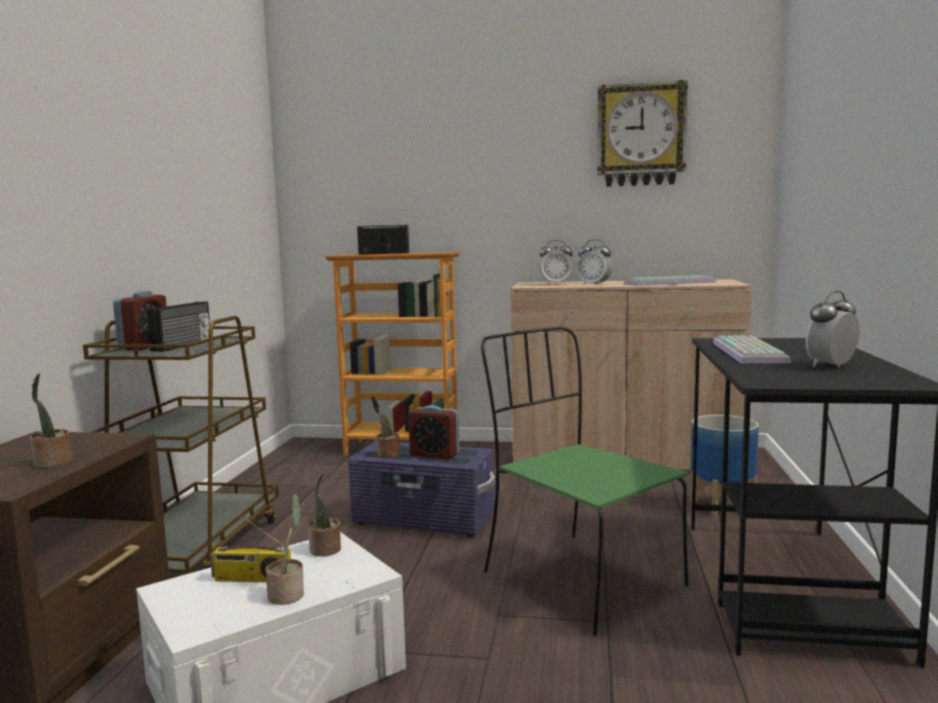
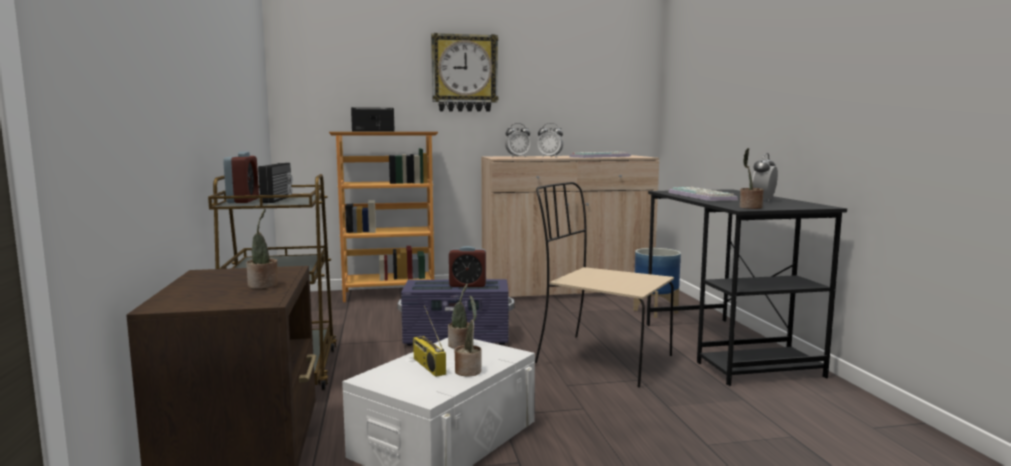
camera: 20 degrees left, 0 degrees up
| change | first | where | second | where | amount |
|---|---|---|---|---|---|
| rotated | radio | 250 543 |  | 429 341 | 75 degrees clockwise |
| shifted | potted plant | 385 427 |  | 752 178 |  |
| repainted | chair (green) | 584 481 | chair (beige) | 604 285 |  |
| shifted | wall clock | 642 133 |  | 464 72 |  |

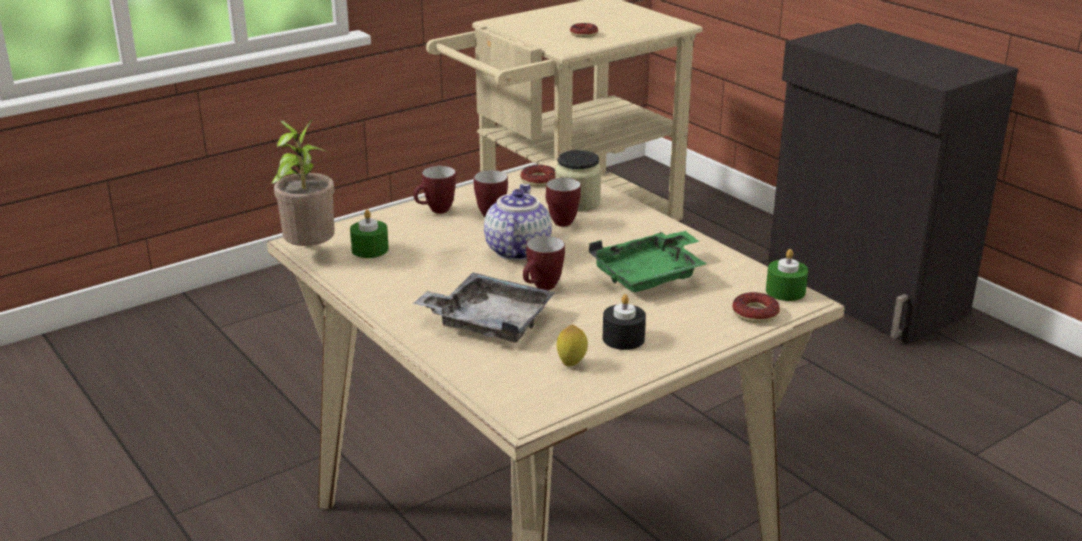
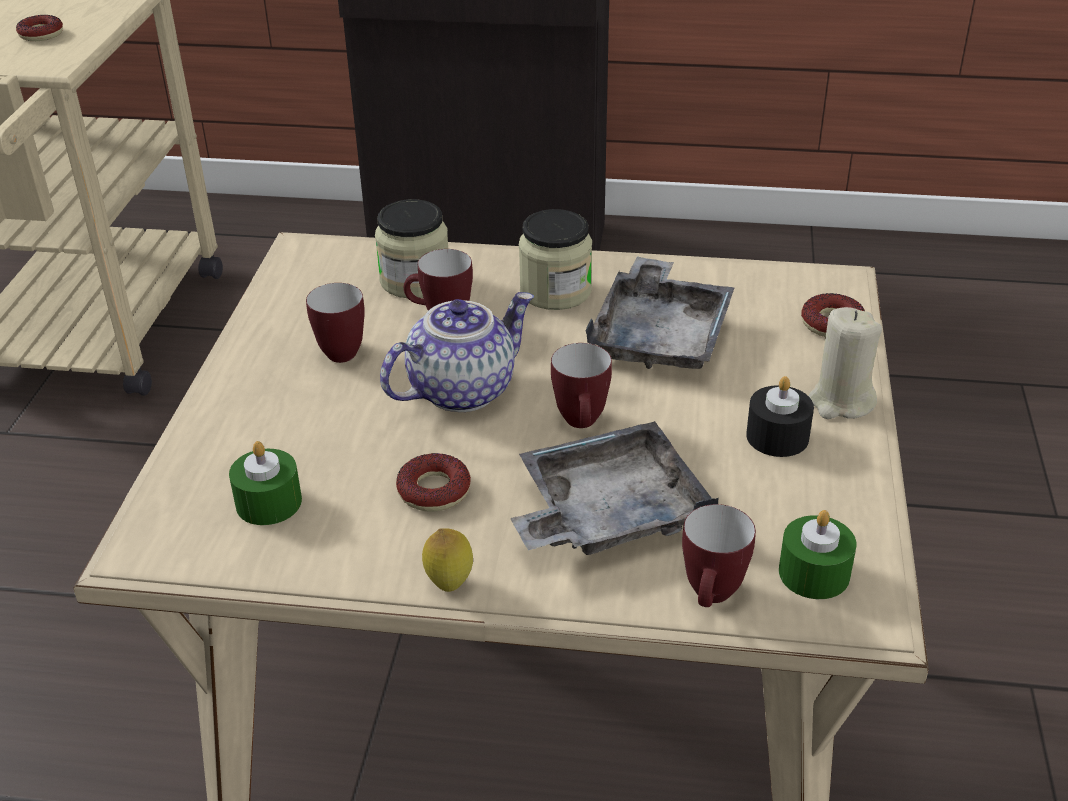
camera: 45 degrees left, 10 degrees up
| change | first | where | second | where | amount |
|---|---|---|---|---|---|
| gone | potted plant | 303 182 |  |  |  |
| shifted | mug | 434 190 |  | 719 555 |  |
| rotated | teapot | 518 222 |  | 457 352 | 90 degrees clockwise |
| shifted | donut | 537 176 |  | 433 482 |  |
| shifted | lemon | 572 345 |  | 447 560 |  |
| repainted | tray (green) | 648 261 | tray (grey) | 659 312 |  |
| shifted | candle (green) | 787 275 |  | 817 554 |  |
| new |  |  | jar | 555 259 |  |
| new |  |  | candle (beige) | 845 363 |  |

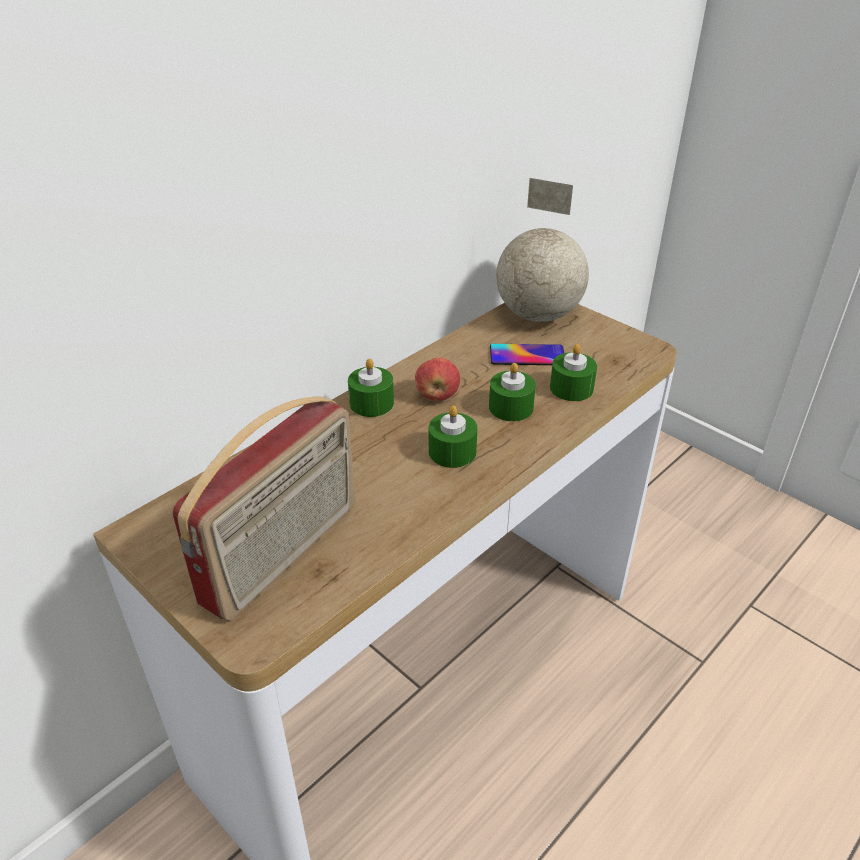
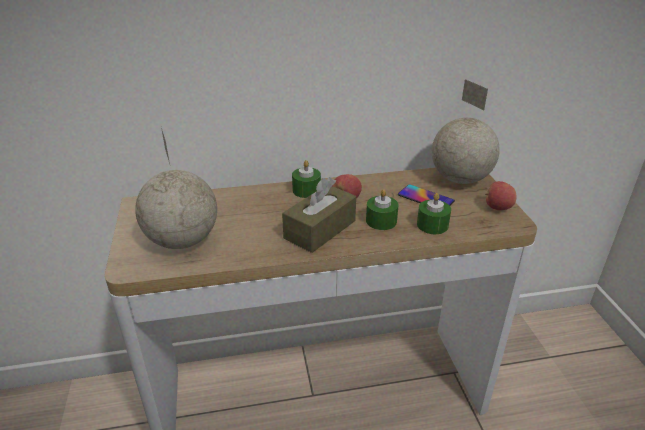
camera: 35 degrees right, 5 degrees down
| change | first | where | second | where | amount |
|---|---|---|---|---|---|
| swapped | radio | 264 509 | globe | 176 188 |  |
| swapped | candle (green) | 453 436 | tissue box (brown) | 319 215 |  |
| new |  |  | apple | 501 195 |  |

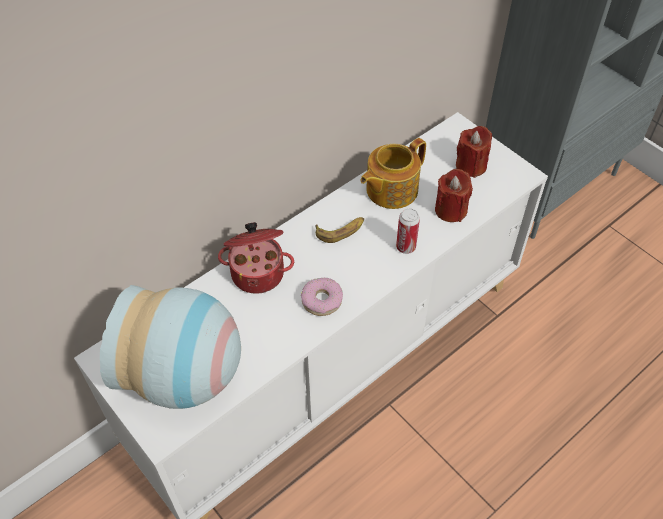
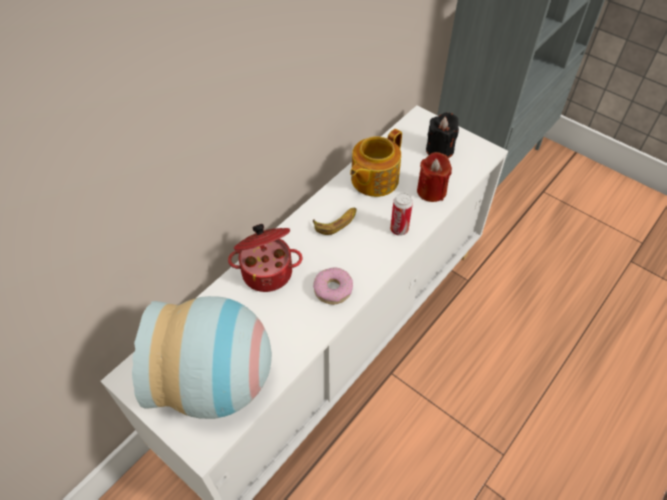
camera: 10 degrees left, 0 degrees up
| change | first | where | second | where | amount |
|---|---|---|---|---|---|
| repainted | candle (red) | 474 152 | candle (black) | 442 135 |  |

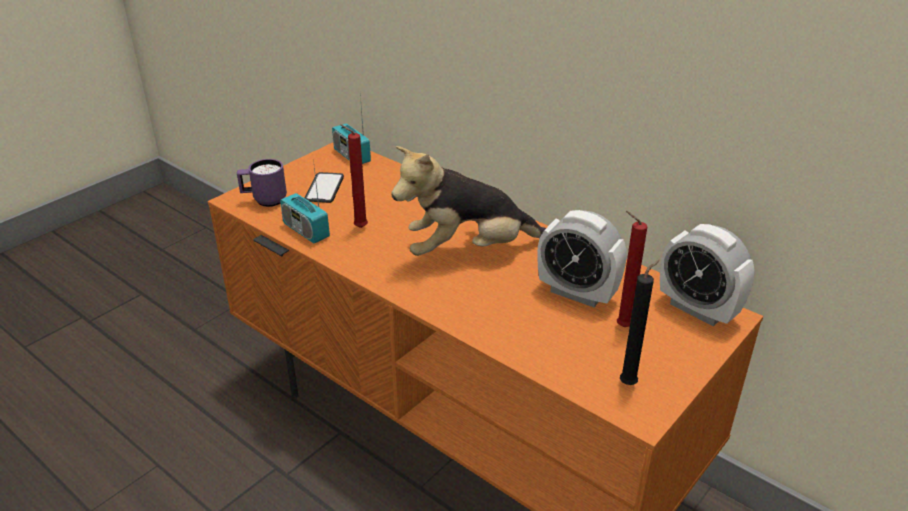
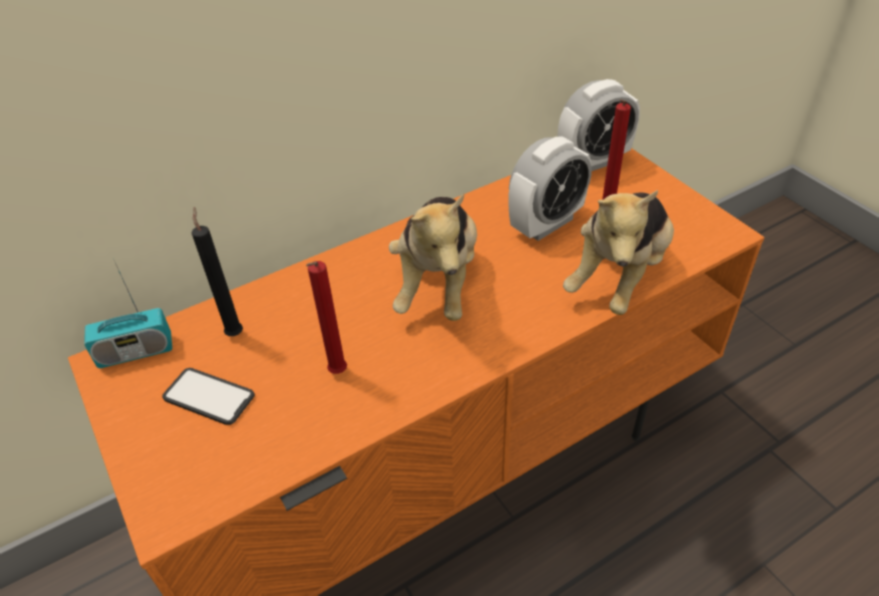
camera: 70 degrees left, 10 degrees up
| change | first | where | second | where | amount |
|---|---|---|---|---|---|
| gone | mug (purple) | 262 183 |  |  |  |
| gone | radio | 305 201 |  |  |  |
| shifted | candle (black) | 640 322 |  | 217 271 |  |
| new |  |  | plush toy | 618 252 |  |

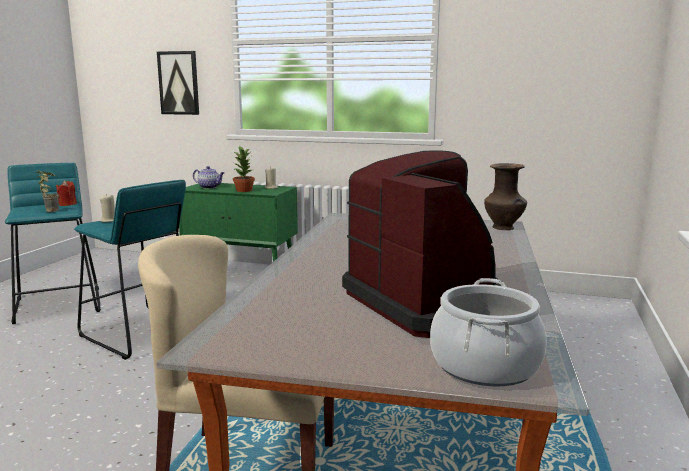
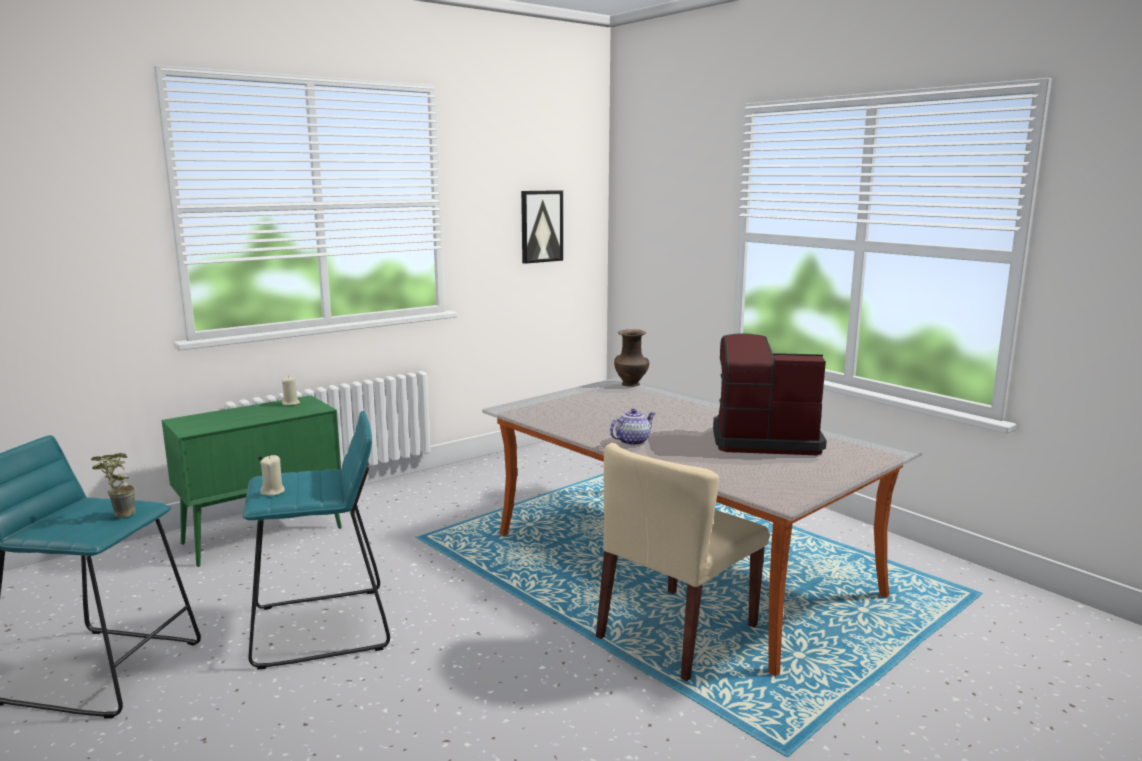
camera: 55 degrees left, 0 degrees up
| change | first | where | second | where | amount |
|---|---|---|---|---|---|
| gone | candle (red) | 66 193 |  |  |  |
| shifted | picture | 178 83 |  | 542 227 |  |
| shifted | teapot | 208 177 |  | 632 427 |  |
| gone | potted plant | 244 169 |  |  |  |
| gone | cooking pot | 488 332 |  |  |  |

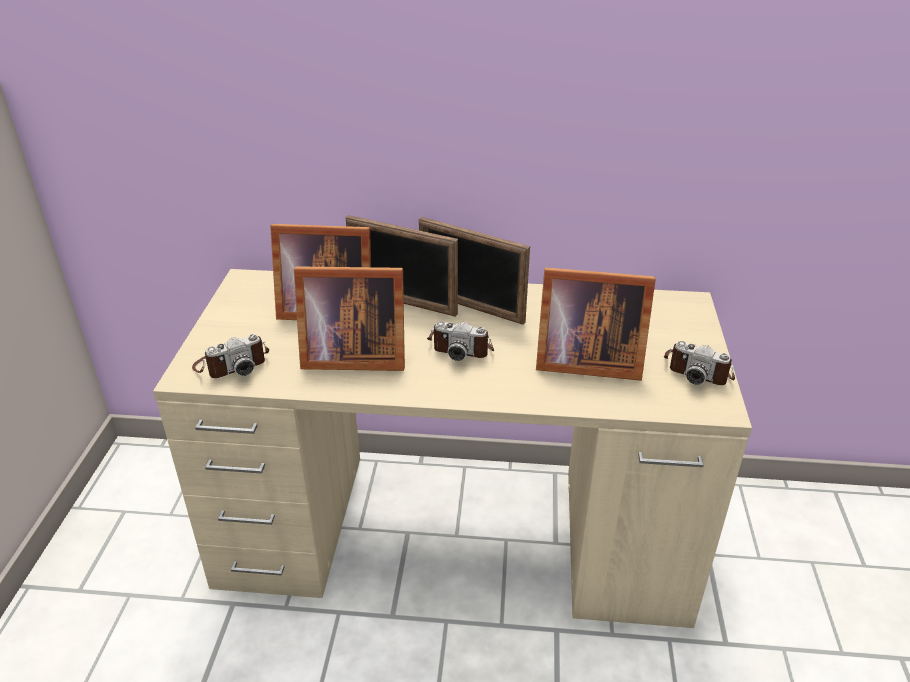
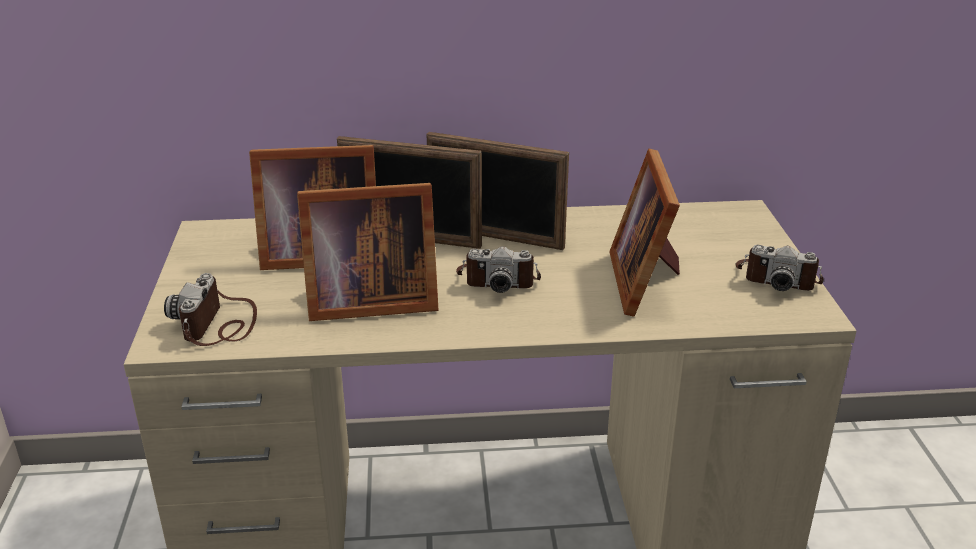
camera: 10 degrees left, 5 degrees down
| change | first | where | second | where | amount |
|---|---|---|---|---|---|
| rotated | photo camera | 230 356 |  | 210 309 | 135 degrees clockwise |
| rotated | picture frame | 596 324 |  | 644 233 | 90 degrees clockwise |

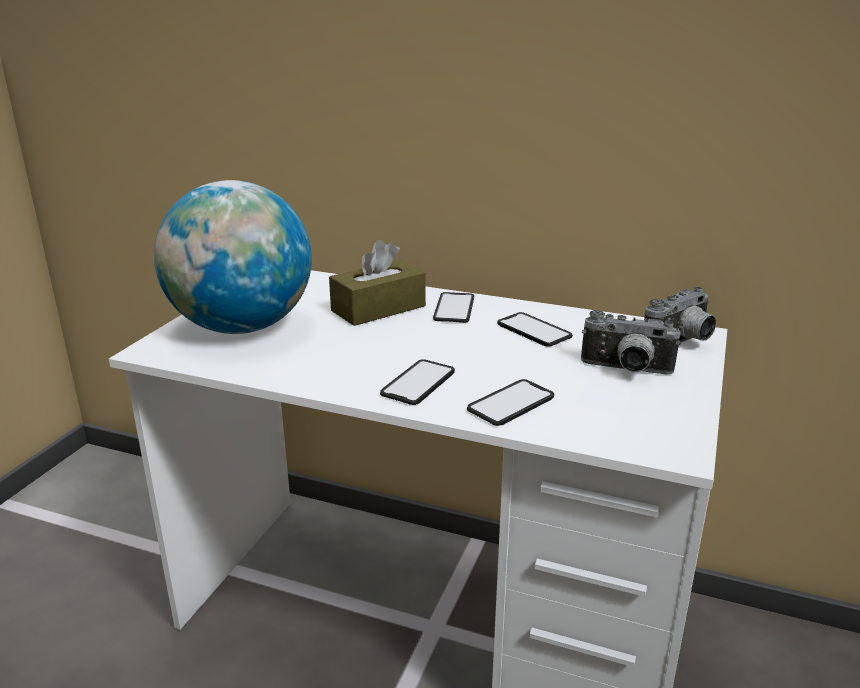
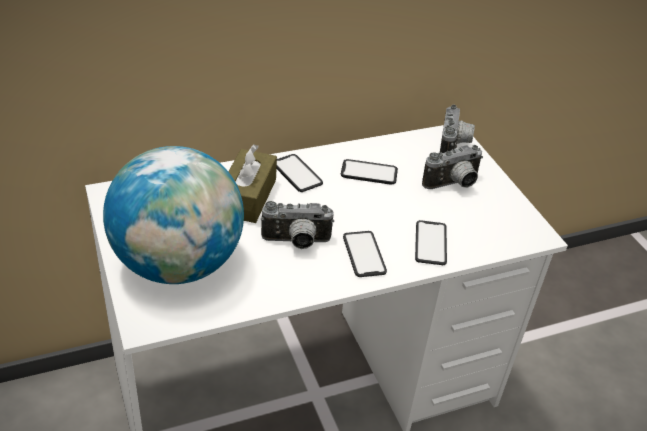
camera: 45 degrees left, 15 degrees up
| change | first | where | second | where | amount |
|---|---|---|---|---|---|
| new |  |  | photo camera | 297 225 |  |

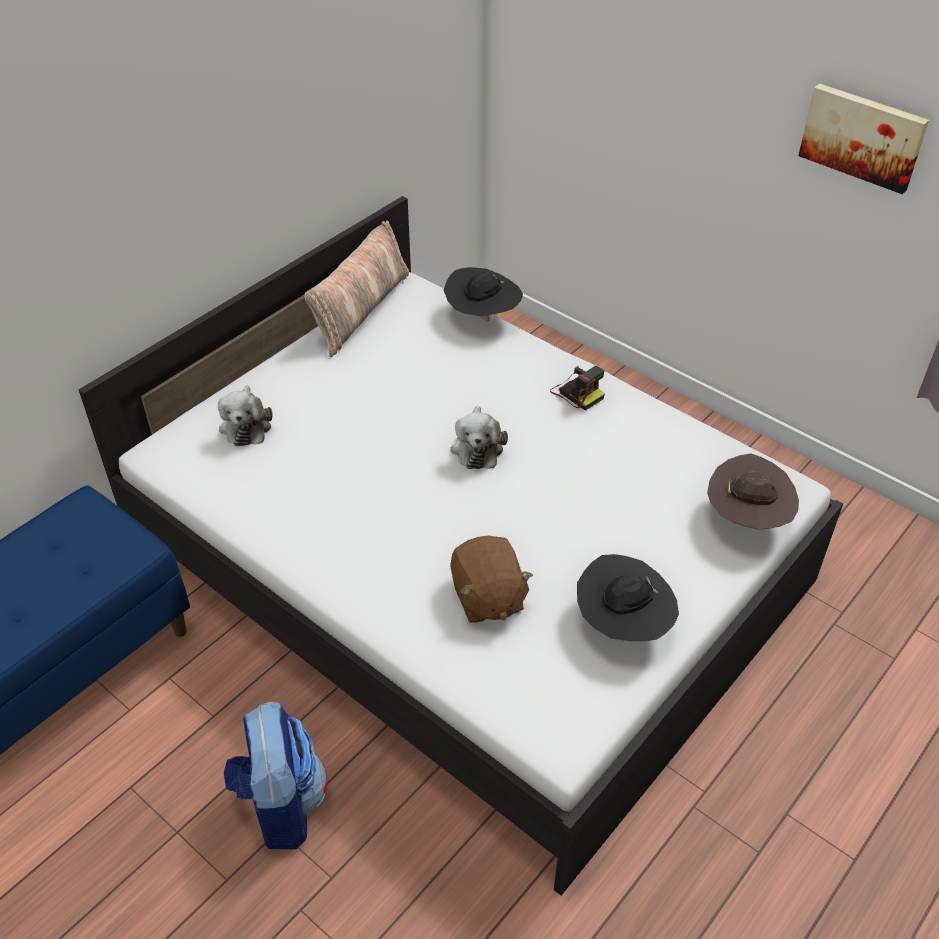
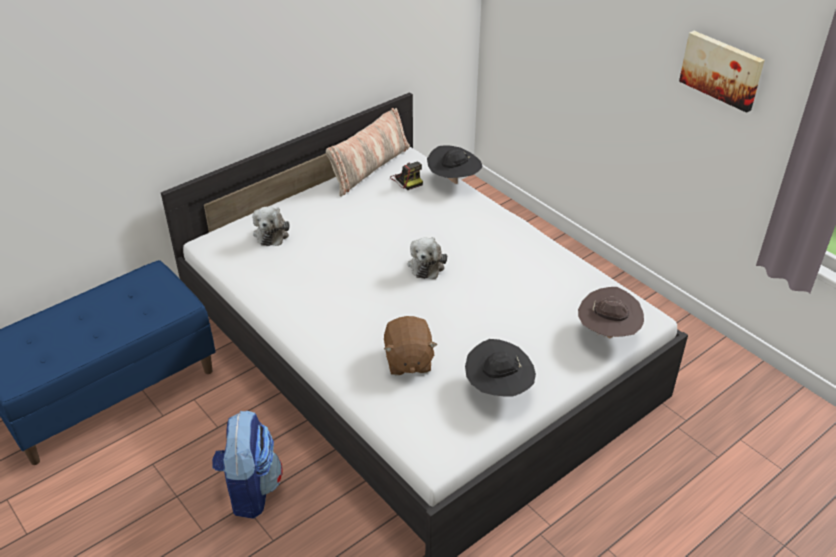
camera: 10 degrees right, 5 degrees down
| change | first | where | second | where | amount |
|---|---|---|---|---|---|
| shifted | photo camera | 577 388 |  | 406 175 |  |

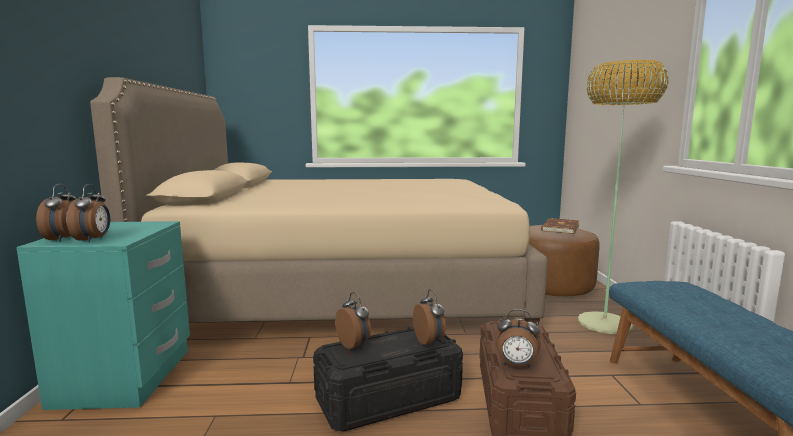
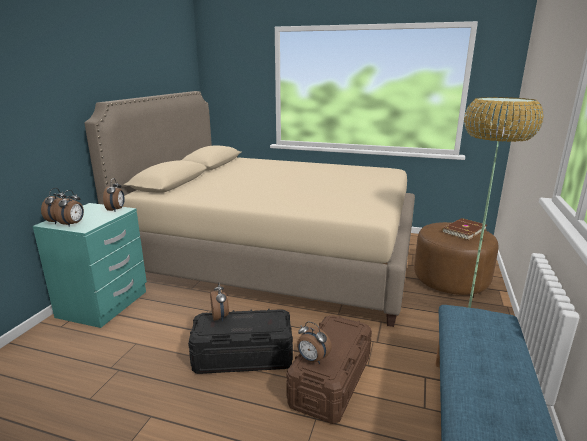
camera: 20 degrees right, 10 degrees up
| change | first | where | second | where | amount |
|---|---|---|---|---|---|
| shifted | alarm clock | 429 317 |  | 114 194 |  |

